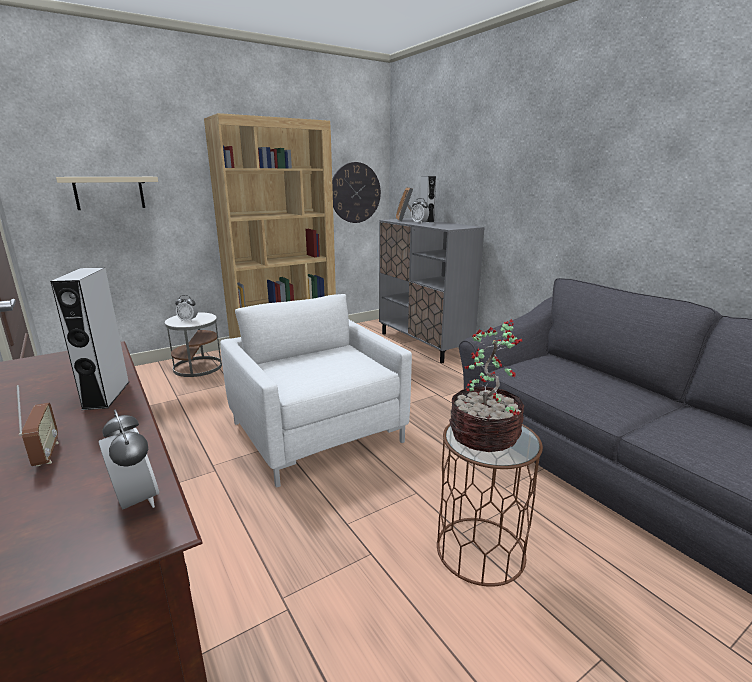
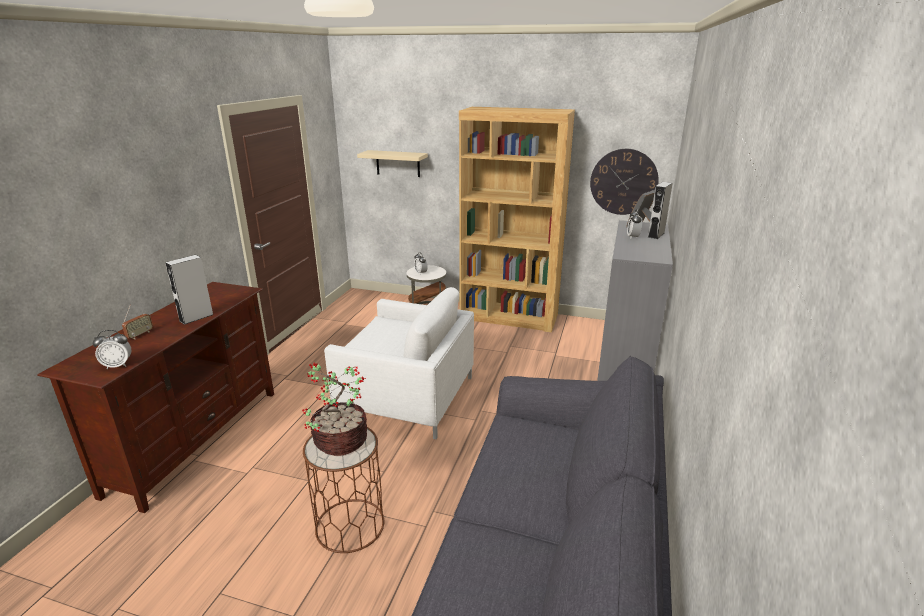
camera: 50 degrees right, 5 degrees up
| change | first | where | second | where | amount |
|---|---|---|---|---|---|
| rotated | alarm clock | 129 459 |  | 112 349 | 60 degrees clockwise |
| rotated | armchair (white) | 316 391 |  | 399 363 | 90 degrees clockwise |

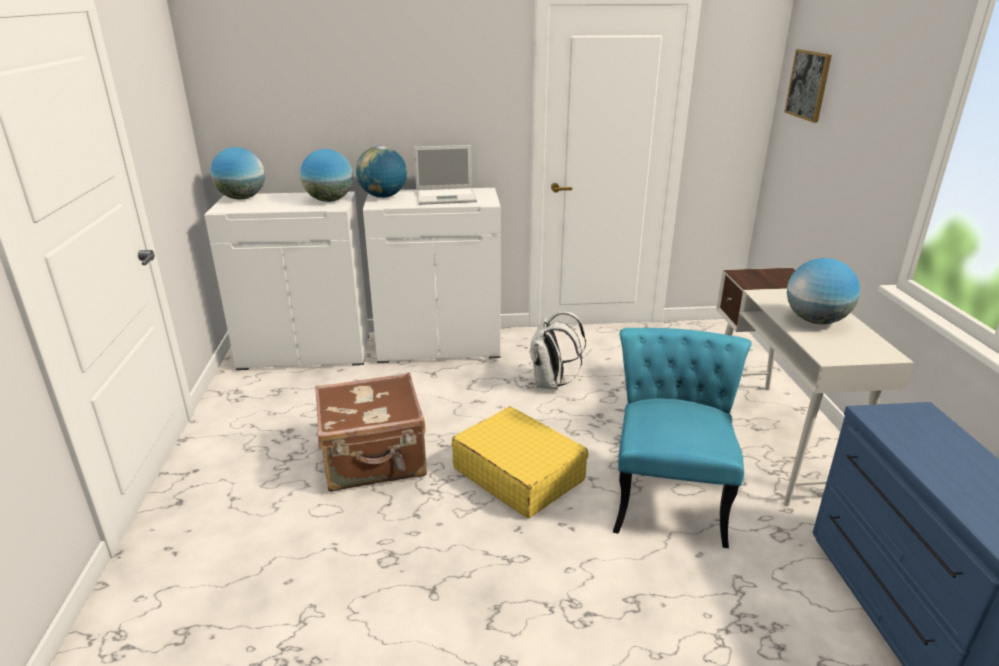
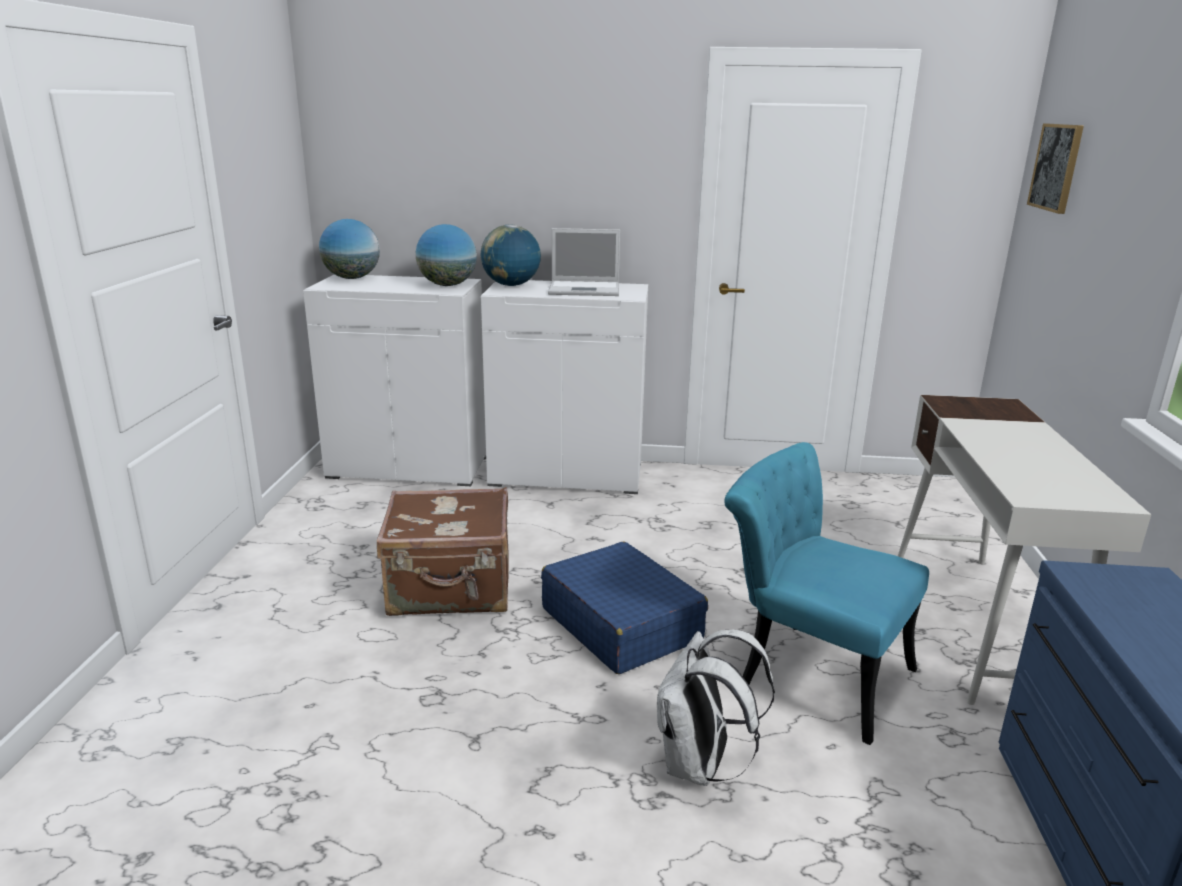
camera: 10 degrees right, 5 degrees down
| change | first | where | second | where | amount |
|---|---|---|---|---|---|
| repainted | suitcase (yellow) | 520 462 | suitcase (blue) | 624 608 |  |
| shifted | backpack (white) | 557 350 |  | 716 707 |  |
| rotated | chair (turquoise) | 682 438 |  | 826 593 | 75 degrees counterclockwise |
| gone | globe | 823 291 |  |  |  |

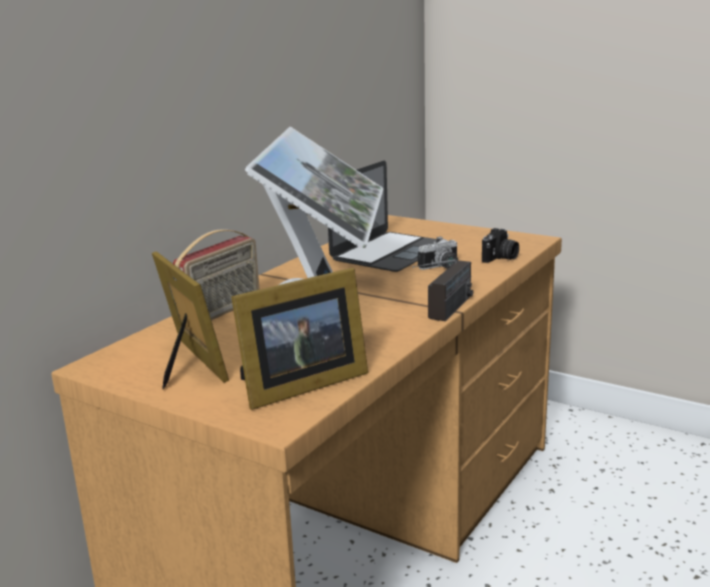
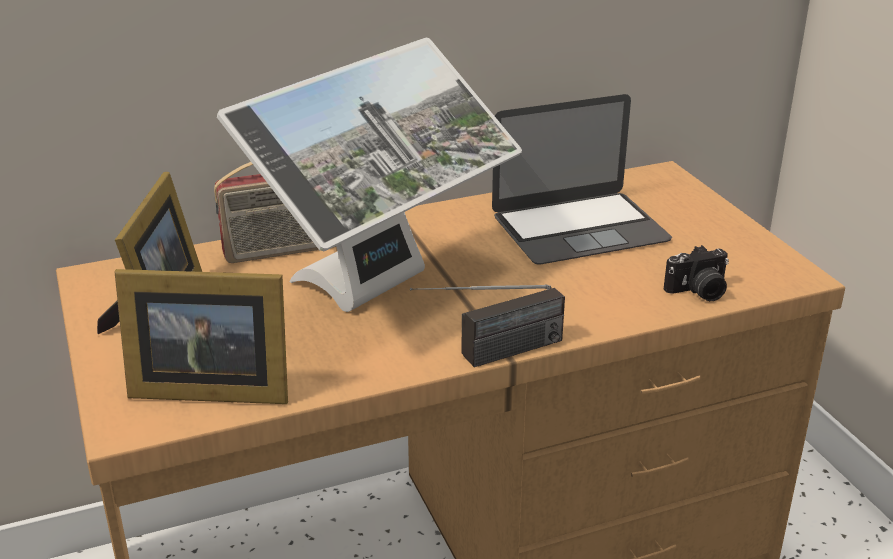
camera: 35 degrees right, 10 degrees up
| change | first | where | second | where | amount |
|---|---|---|---|---|---|
| gone | photo camera | 438 253 |  |  |  |

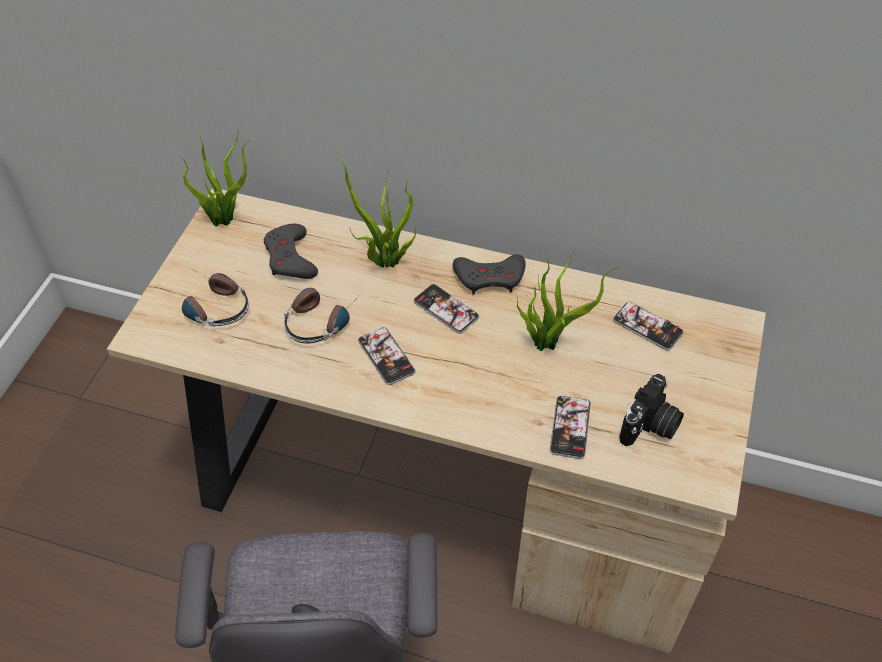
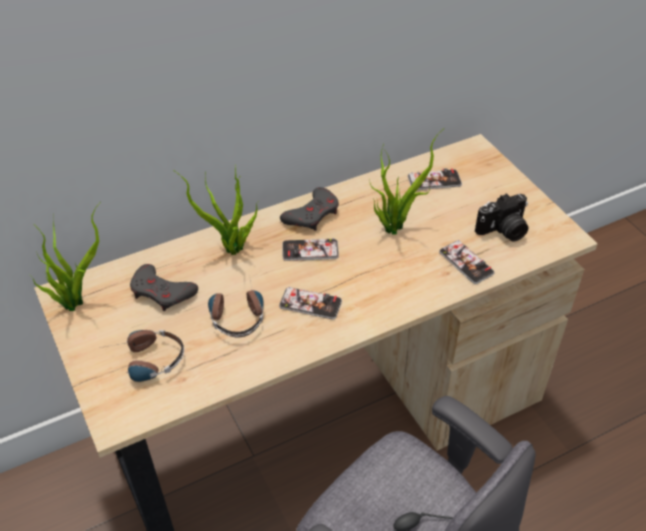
camera: 45 degrees left, 5 degrees down
| change | first | where | second | where | amount |
|---|---|---|---|---|---|
| rotated | photo camera | 651 410 |  | 501 217 | 75 degrees clockwise |

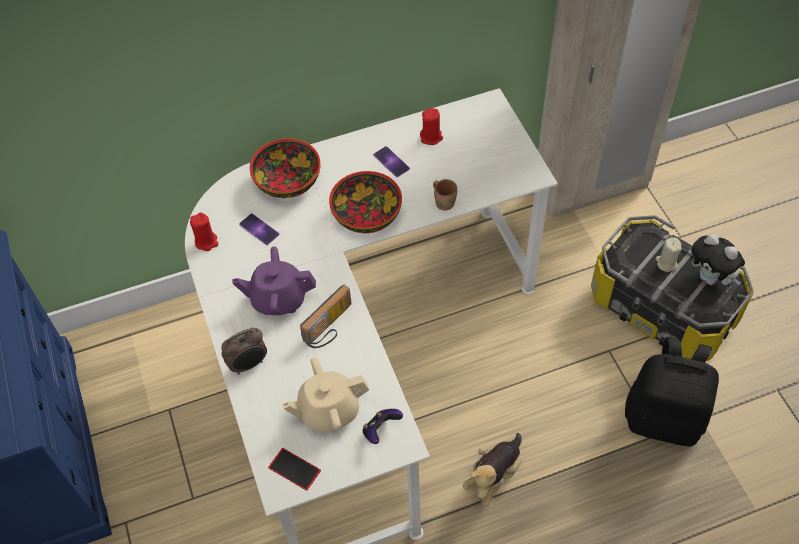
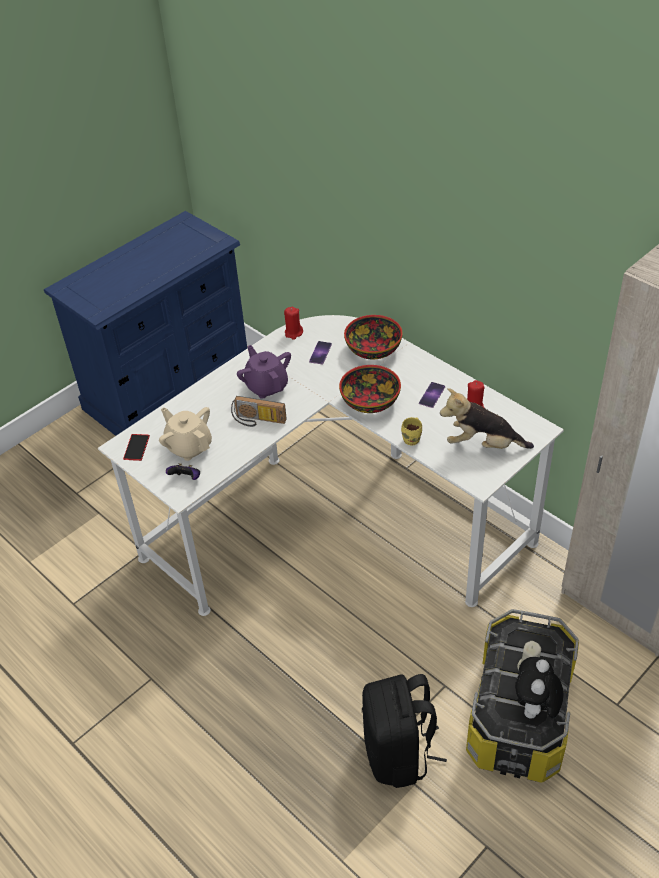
camera: 65 degrees right, 10 degrees down
| change | first | where | second | where | amount |
|---|---|---|---|---|---|
| gone | alarm clock | 244 351 |  |  |  |
| repainted | mug (brown) | 445 194 | mug (yellow) | 411 431 |  |
| shifted | plush toy | 492 470 |  | 487 418 |  |

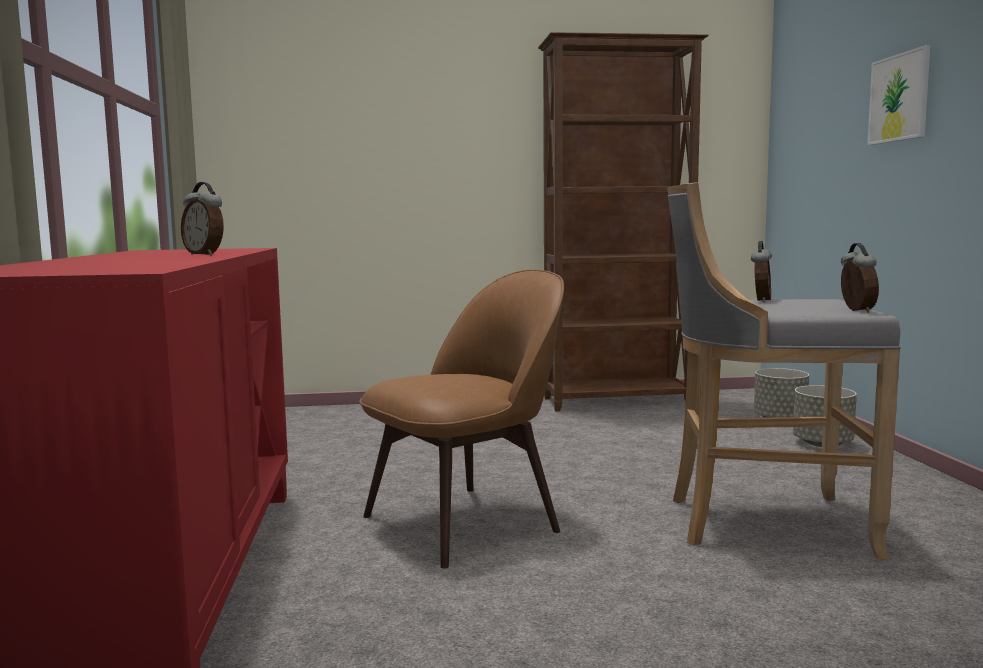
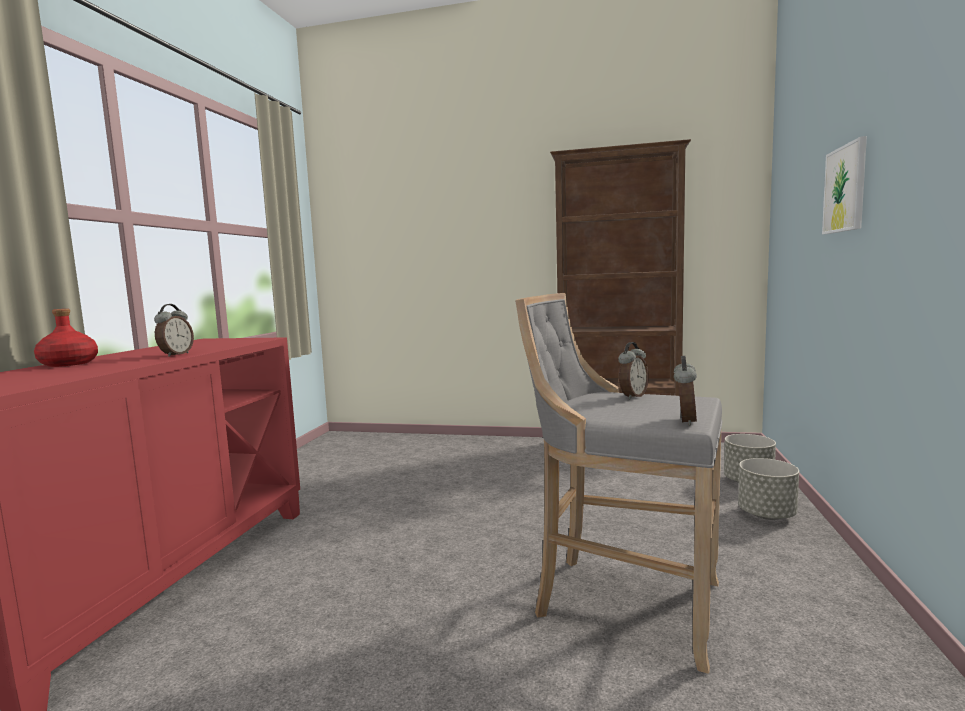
camera: 20 degrees right, 0 degrees up
| change | first | where | second | where | amount |
|---|---|---|---|---|---|
| rotated | alarm clock | 202 218 |  | 174 330 | 135 degrees counterclockwise |
| gone | chair (brown) | 461 419 |  |  |  |
| new |  |  | bottle (red) | 66 338 |  |

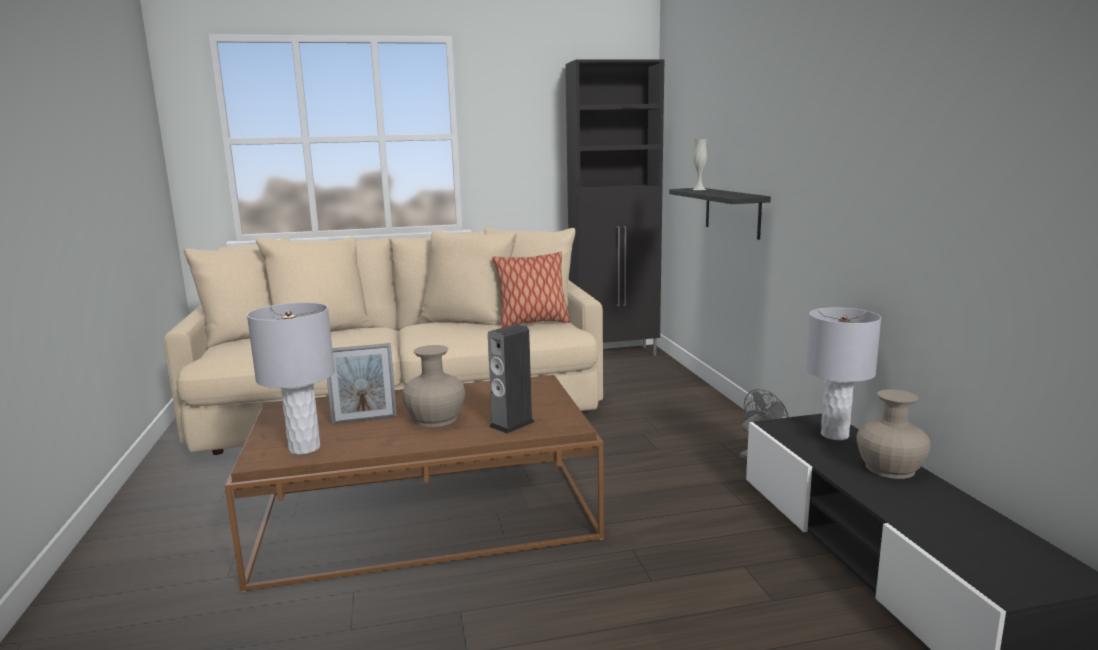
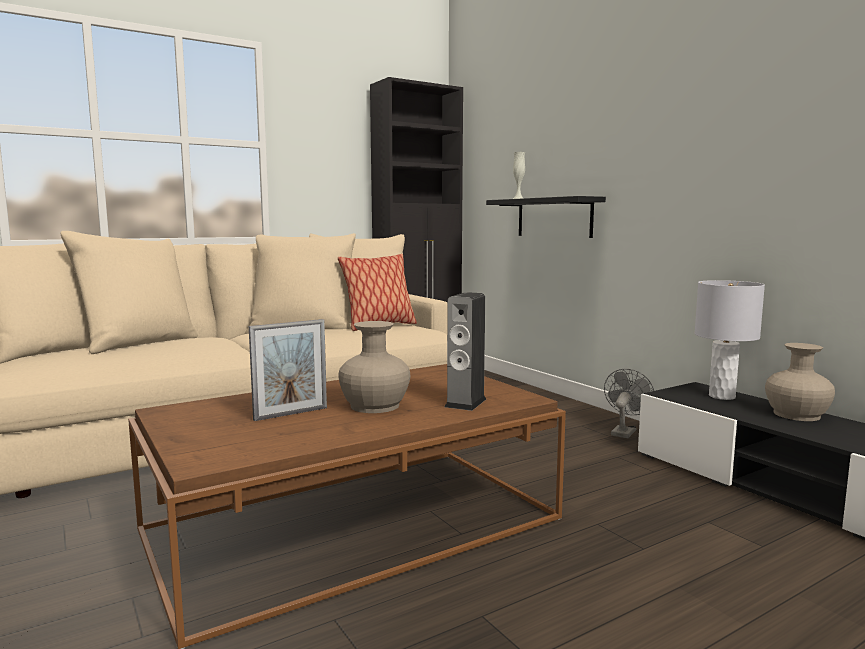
camera: 20 degrees left, 5 degrees down
| change | first | where | second | where | amount |
|---|---|---|---|---|---|
| gone | table lamp (grey) | 291 378 |  |  |  |

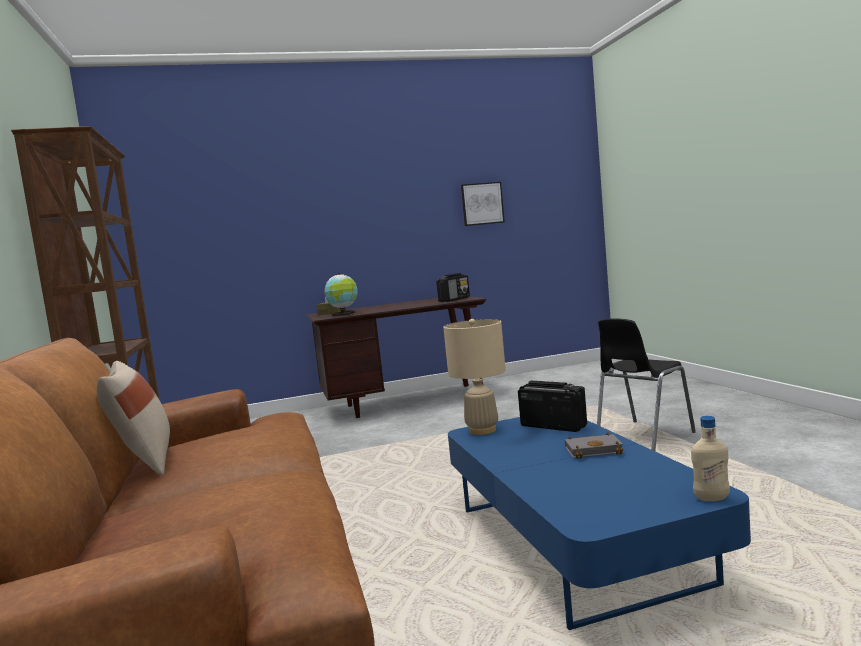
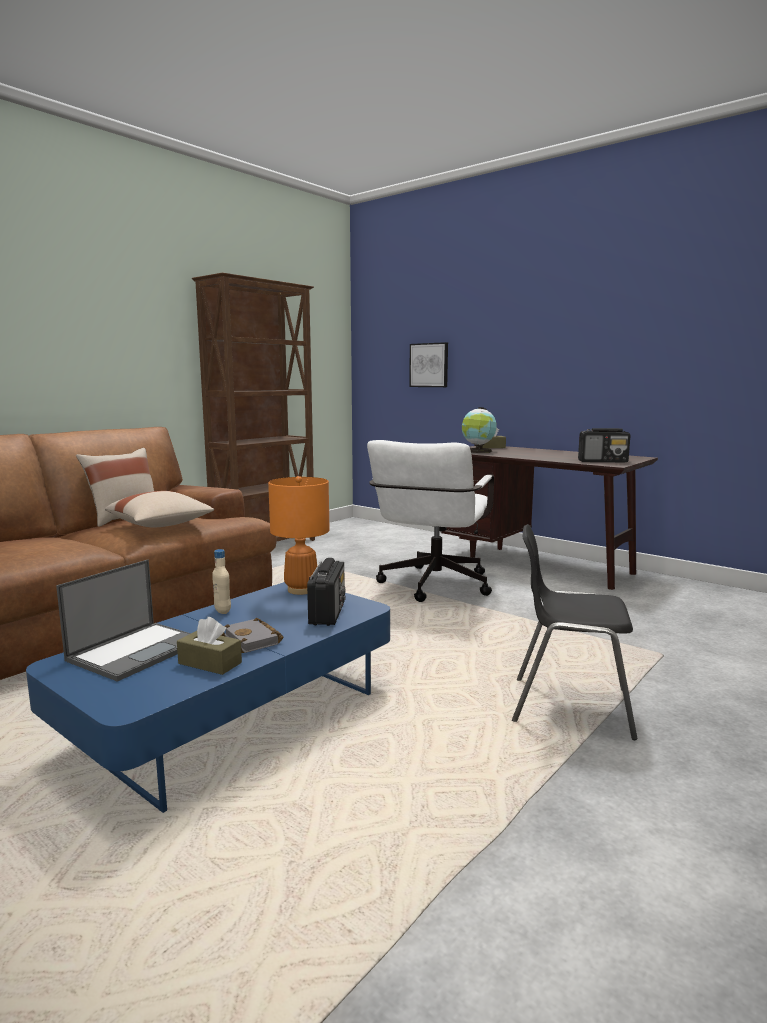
camera: 55 degrees right, 5 degrees up
| change | first | where | second | where | amount |
|---|---|---|---|---|---|
| repainted | table lamp (beige) | 474 377 | table lamp (orange) | 298 535 |  |
| shifted | picture | 483 204 |  | 428 364 |  |
| shifted | bottle (beige) | 710 458 |  | 221 581 |  |
| new |  |  | laptop | 123 621 |  |
| new |  |  | pillow (beige) | 159 509 |  |
| new |  |  | tissue box (brown) | 209 646 |  |
| new |  |  | office chair (white) | 430 521 |  |

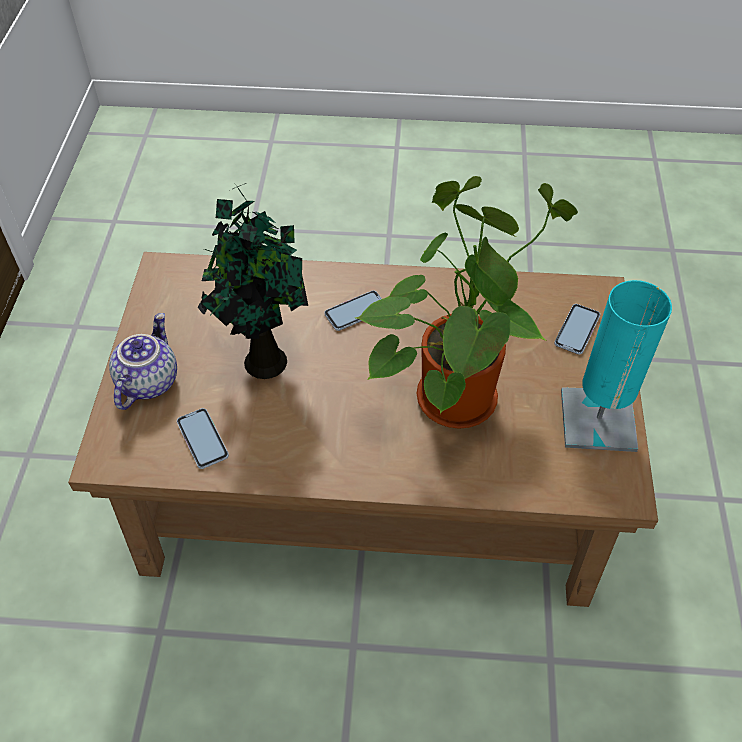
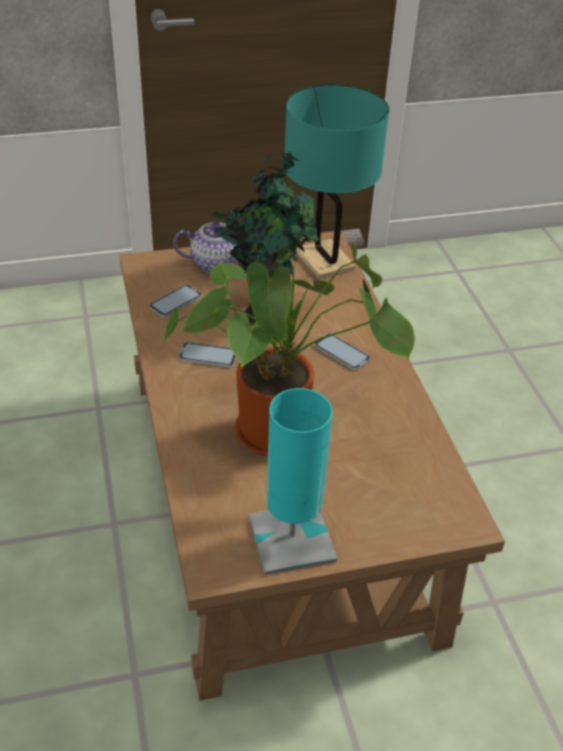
camera: 70 degrees right, 10 degrees down
| change | first | where | second | where | amount |
|---|---|---|---|---|---|
| shifted | phone | 577 329 |  | 207 354 |  |
| new |  |  | table lamp (turquoise) | 337 182 |  |

